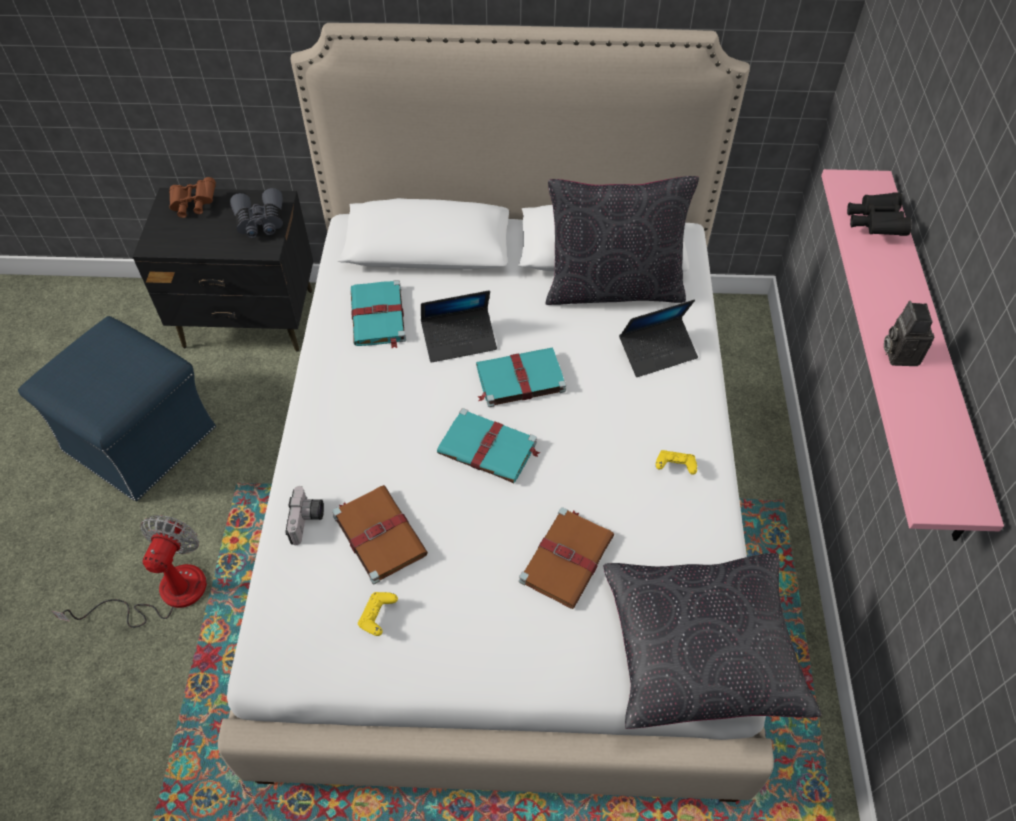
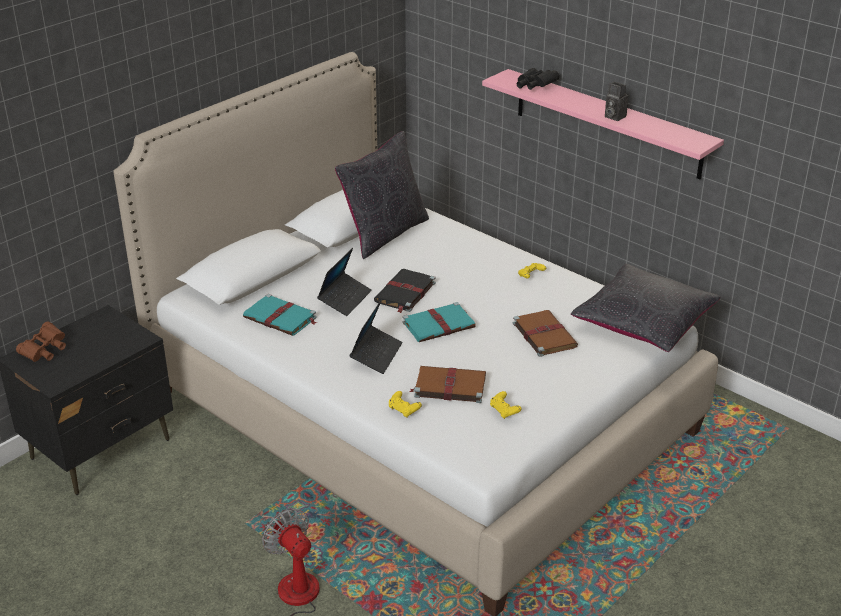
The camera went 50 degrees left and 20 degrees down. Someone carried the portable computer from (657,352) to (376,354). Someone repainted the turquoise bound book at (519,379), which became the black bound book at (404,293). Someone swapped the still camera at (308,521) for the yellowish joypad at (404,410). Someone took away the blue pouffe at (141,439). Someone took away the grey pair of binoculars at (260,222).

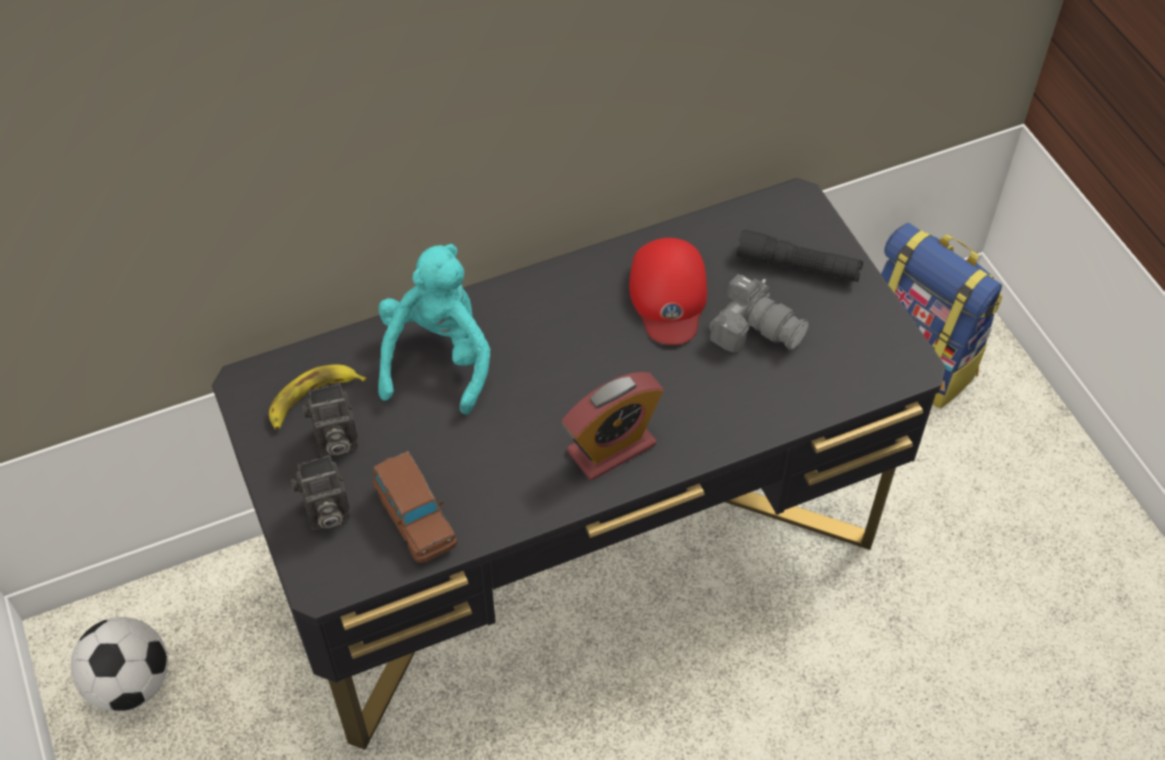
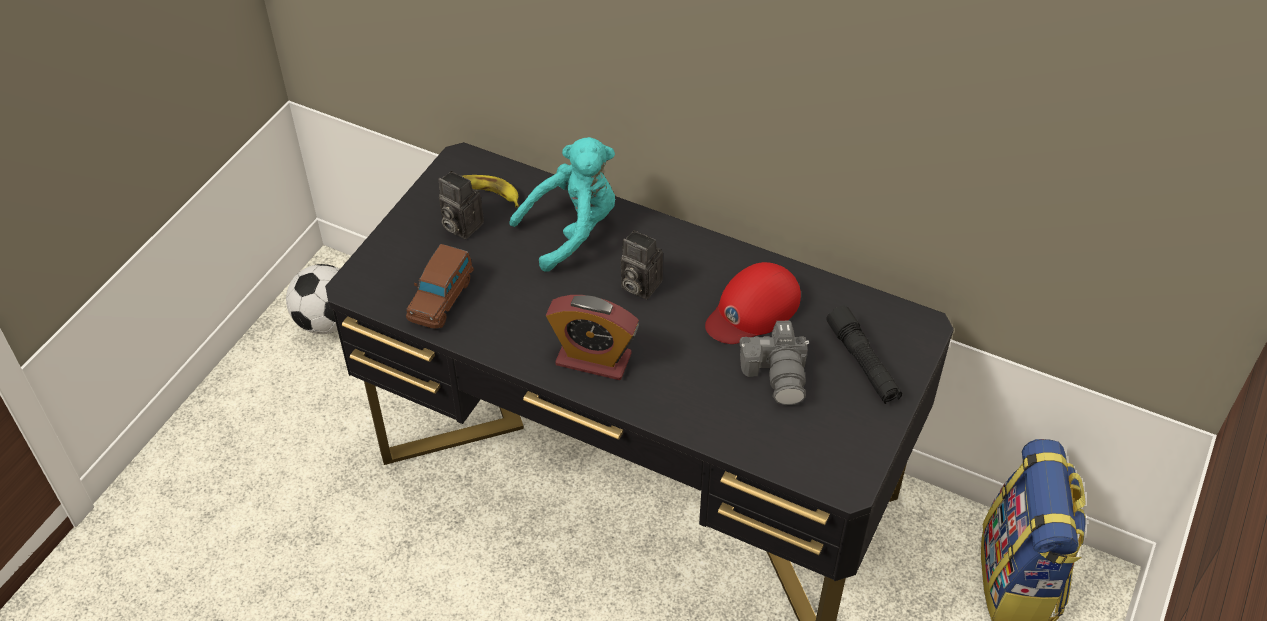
The camera went 50 degrees right and 5 degrees down. Someone carried the still camera from (325,513) to (638,285).

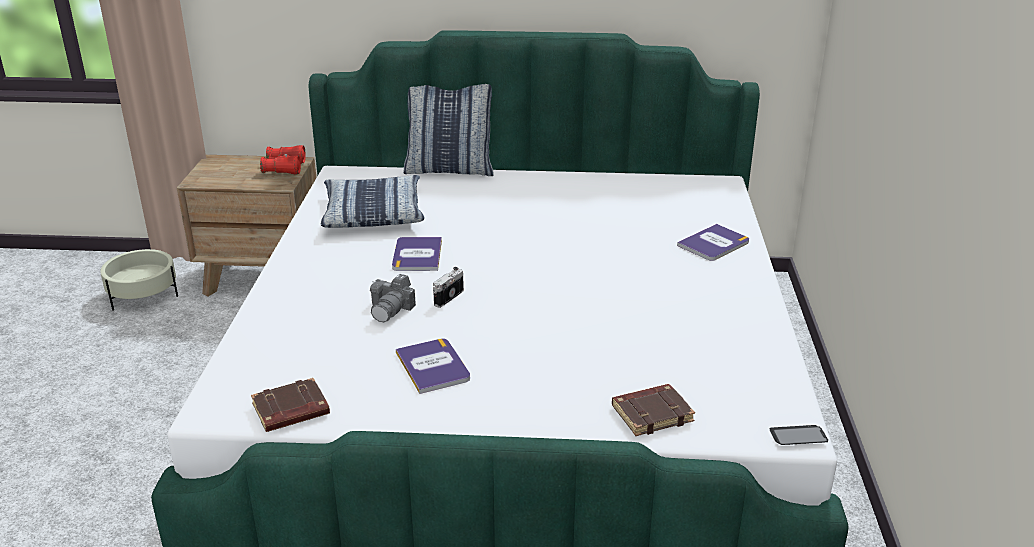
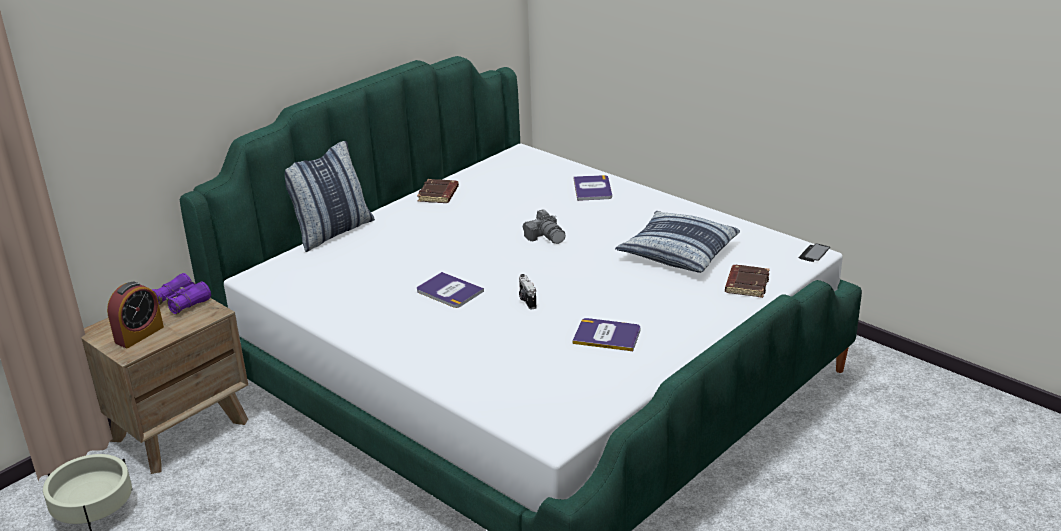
The camera went 50 degrees left and 0 degrees up. Someone put down the bedside clock at (139,334). Someone repainted the red pair of binoculars at (284,168), which became the purple pair of binoculars at (182,302). Someone carried the brown bound book from (290,411) to (439,195). Someone carried the still camera from (391,309) to (546,237). Someone carried the pillow from (373,213) to (677,252).

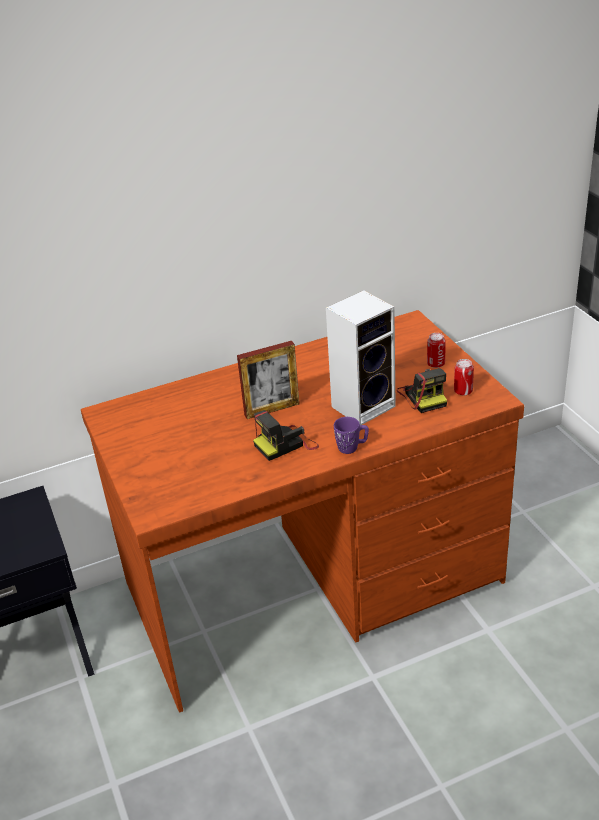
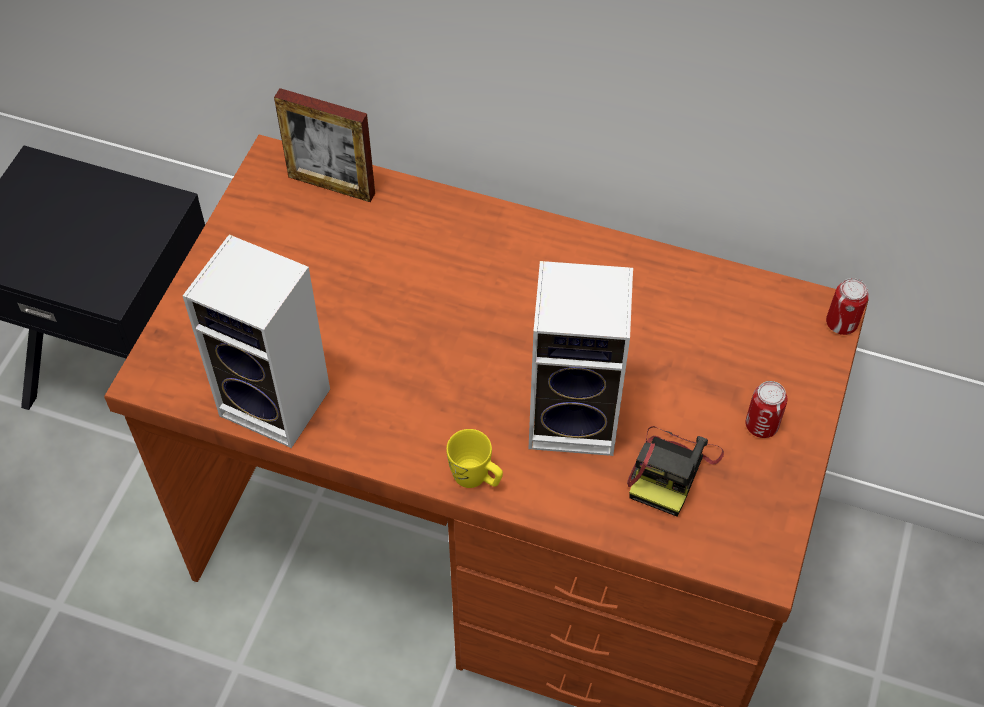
The camera went 40 degrees right and 20 degrees up. Someone put down the speaker at (279,402). Someone carried the picture frame from (272,409) to (331,185). Someone repainted the purple coffee mug at (352,447), which became the yellowish coffee mug at (476,478). Someone carried the metal can from (463,391) to (841,323). Someone took away the still camera at (286,444).

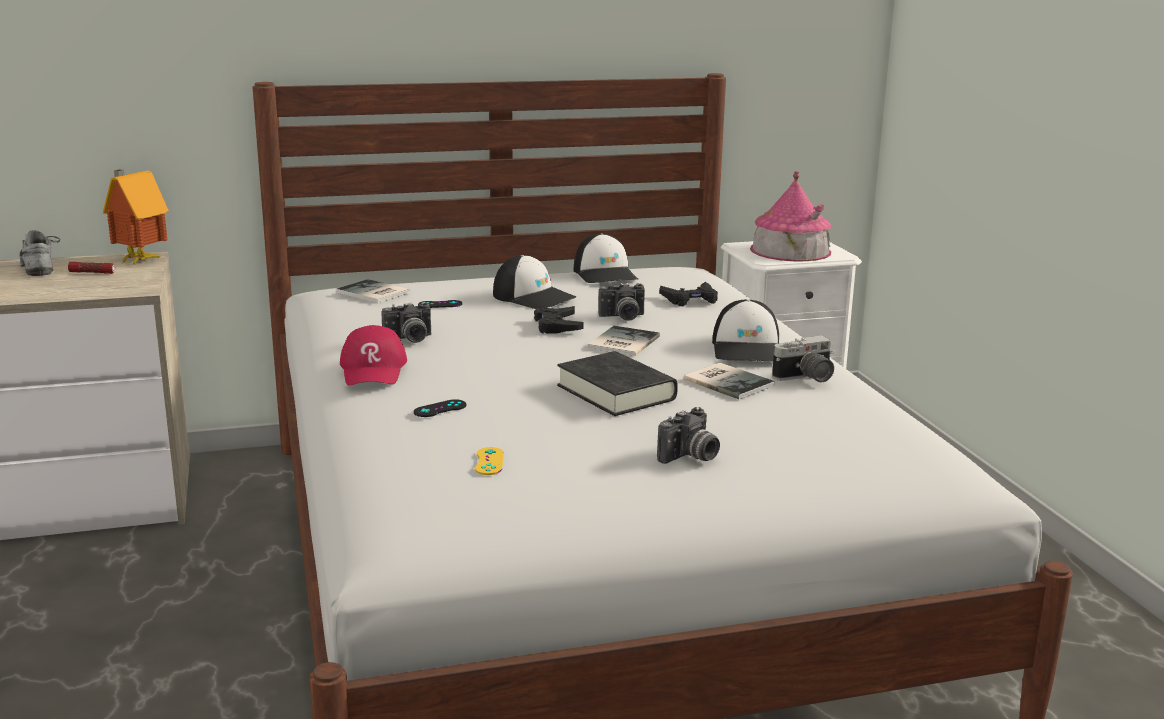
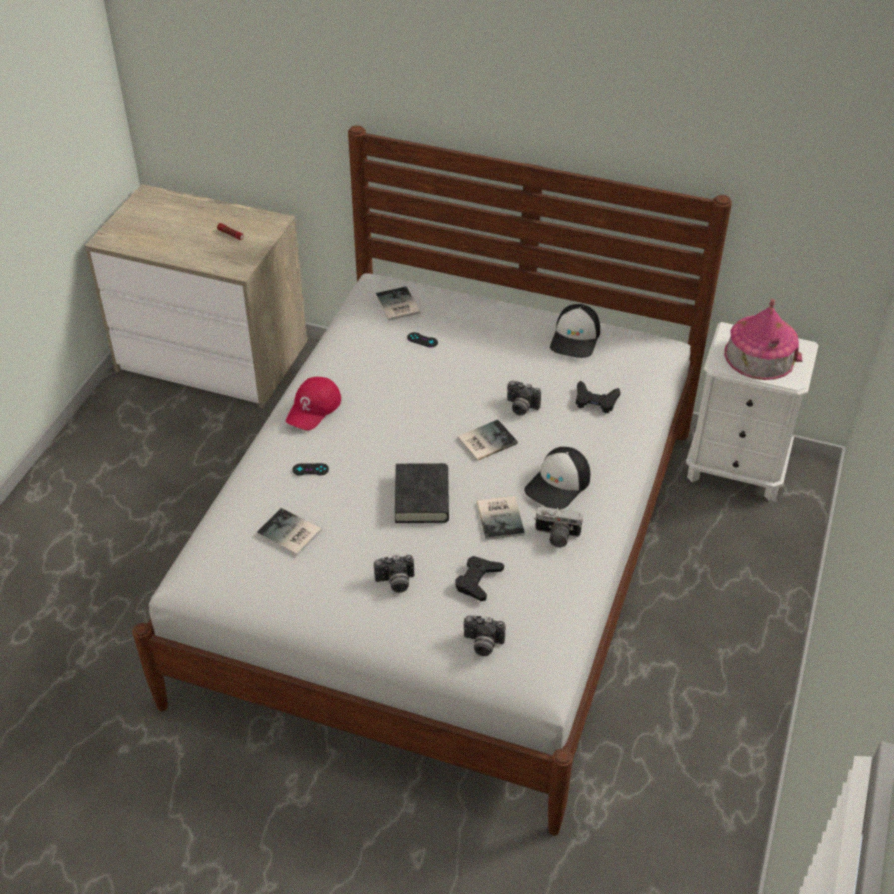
The camera went 35 degrees right and 25 degrees up. Someone swapped the yellowish joypad at (489,461) for the bound book at (289,534). Someone carried the black joypad from (557,326) to (478,581). Someone carried the still camera from (409,339) to (482,644). Someone took away the grey shoe at (41,267). Someone took away the miniature house at (139,260). Someone took away the baseball cap at (534,297).

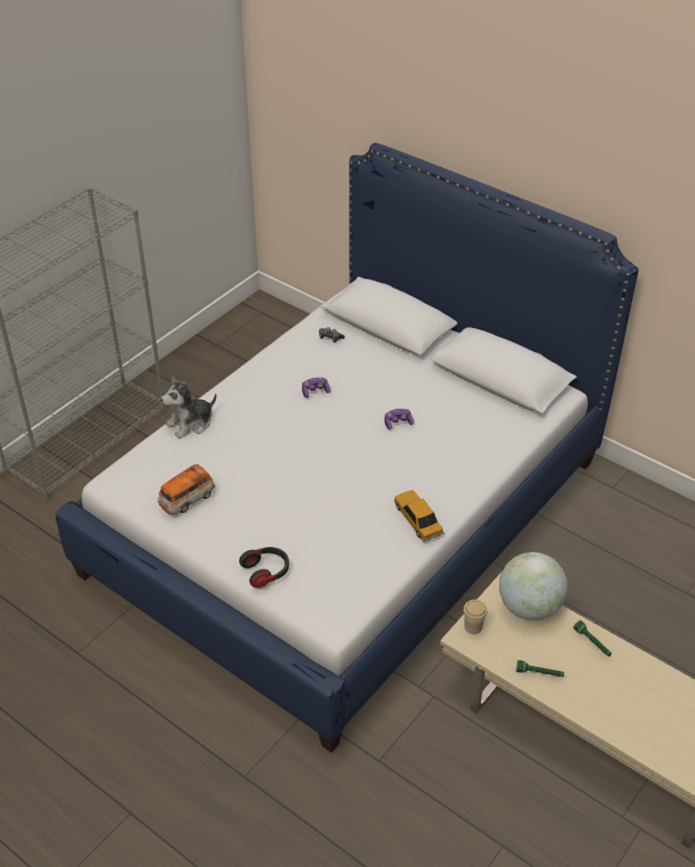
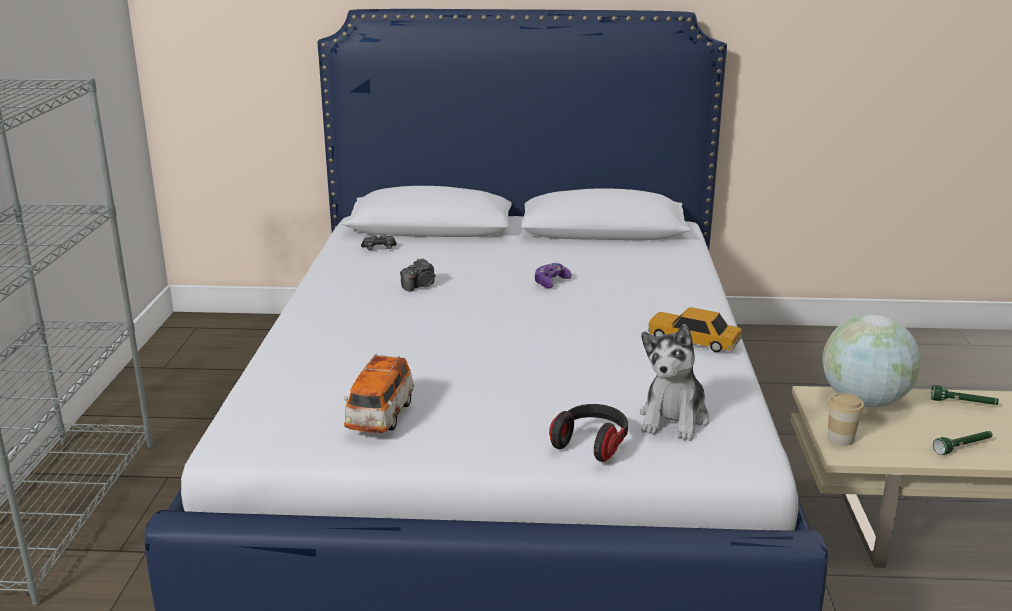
The camera went 35 degrees left and 20 degrees down. Someone swapped the joypad at (315,391) for the still camera at (420,286). Someone carried the soft toy from (190,423) to (674,419).

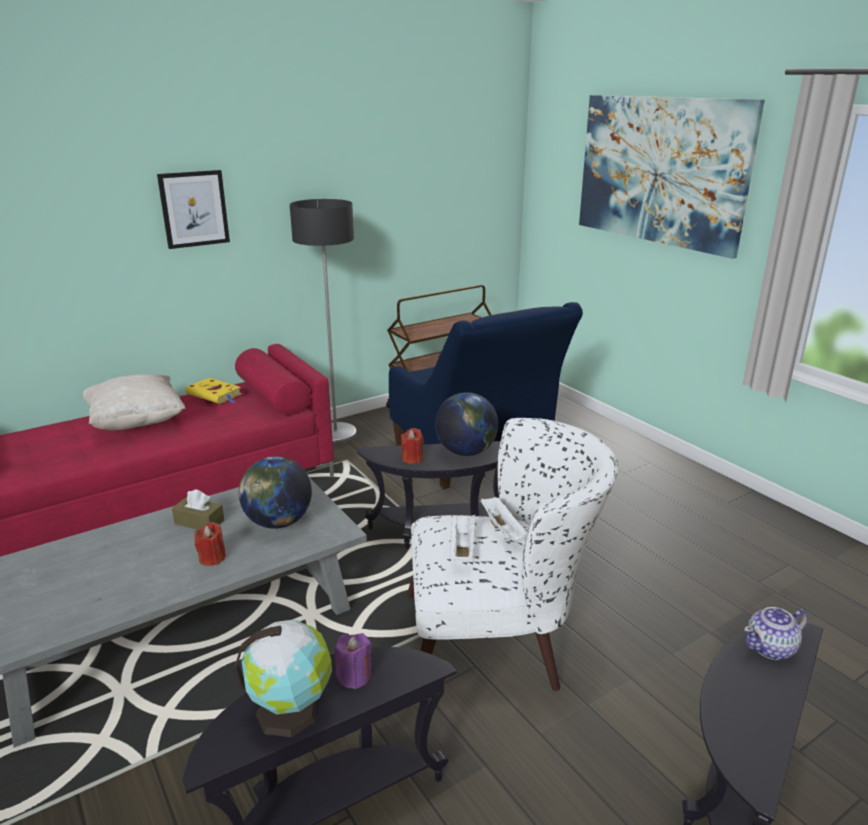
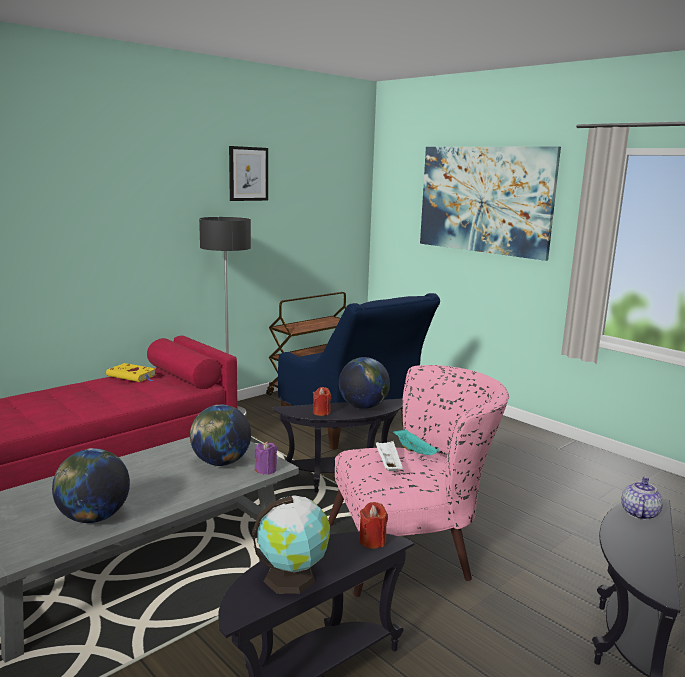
The camera went 10 degrees left and 10 degrees down. Someone put down the globe at (94,518). Someone carried the wall art from (194,209) to (248,174). Someone carried the purple wax light from (354,676) to (266,470). Someone repainted the white-coloured lounge chair at (499,640), which became the pink-coloured lounge chair at (412,550). Someone carried the red wax light from (212,558) to (372,541). Someone repainted the white-coloured serving tray at (503,529), which became the turquoise serving tray at (415,452). Someone rotated the teapot at (771,648) by 150 degrees clockwise. Someone took away the beige pillow at (137,423). Someone took away the brown tissue box at (199,522).

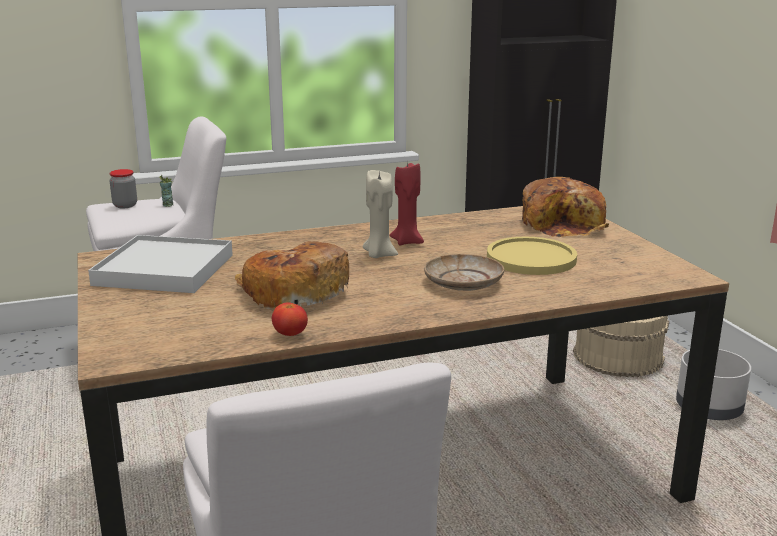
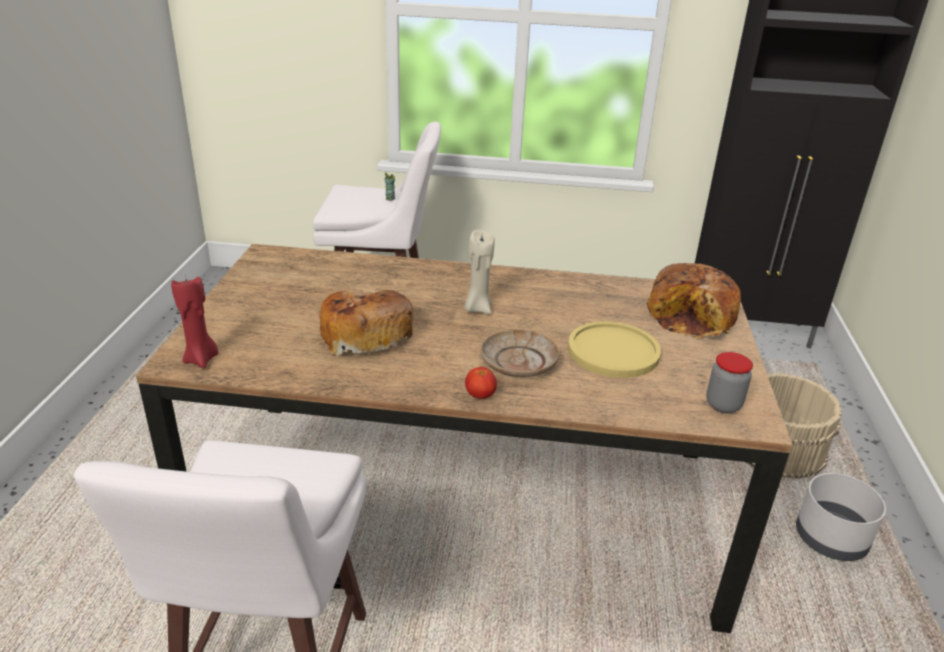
The camera went 25 degrees right and 10 degrees up. Someone carried the red wax light from (407,241) to (201,359). Someone carried the fresh tomato from (290,334) to (480,395). Someone carried the storage jar from (125,205) to (723,405). Someone took away the white-coloured serving tray at (165,270).

